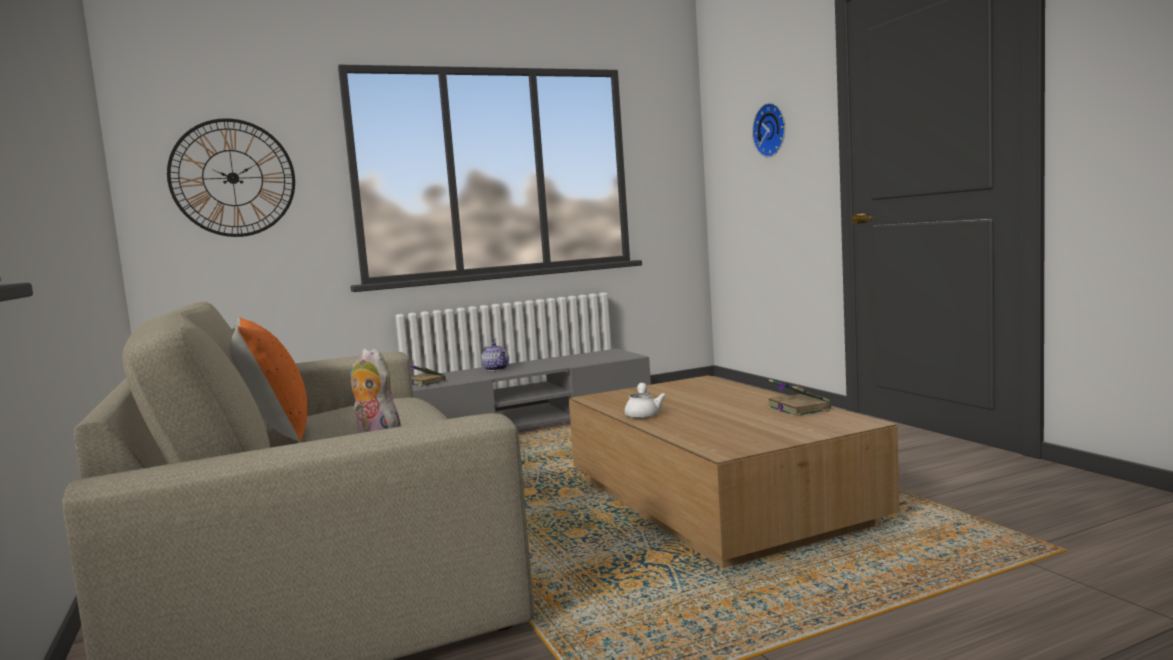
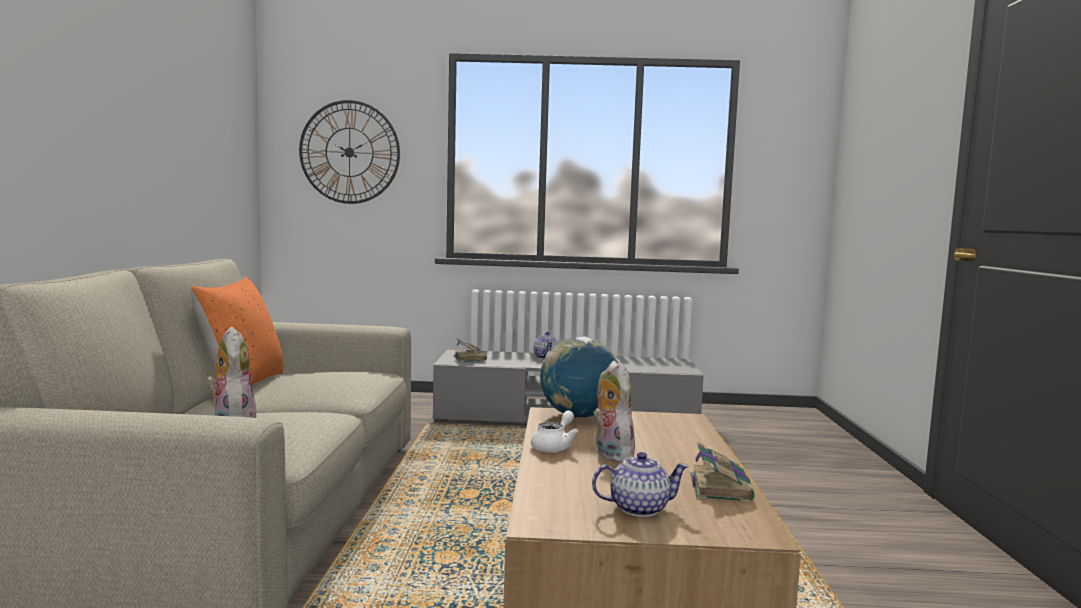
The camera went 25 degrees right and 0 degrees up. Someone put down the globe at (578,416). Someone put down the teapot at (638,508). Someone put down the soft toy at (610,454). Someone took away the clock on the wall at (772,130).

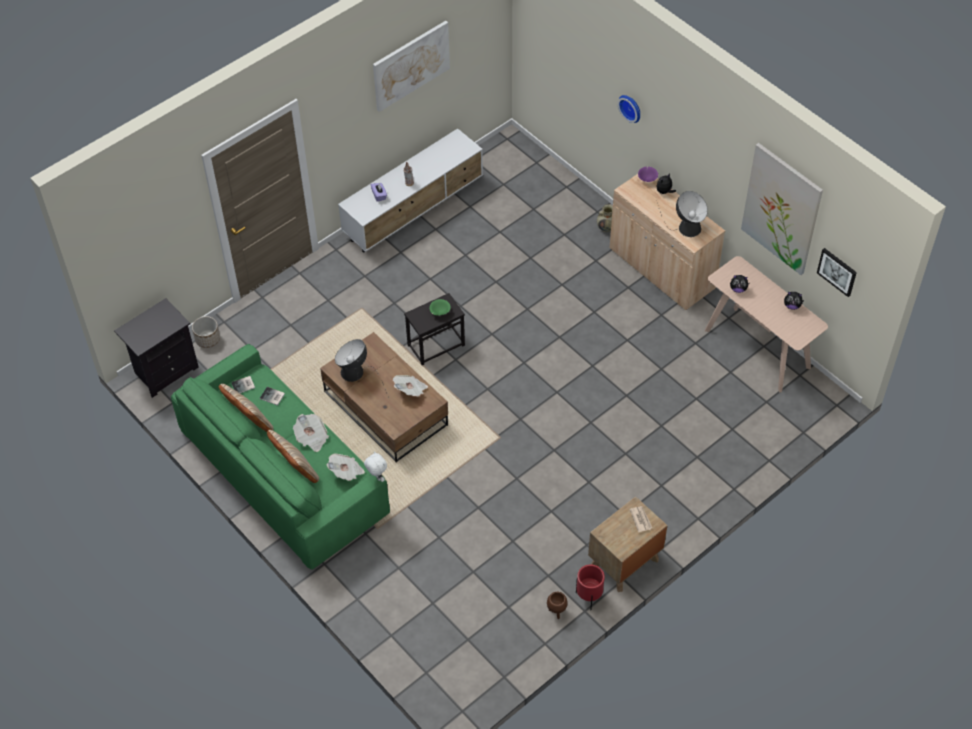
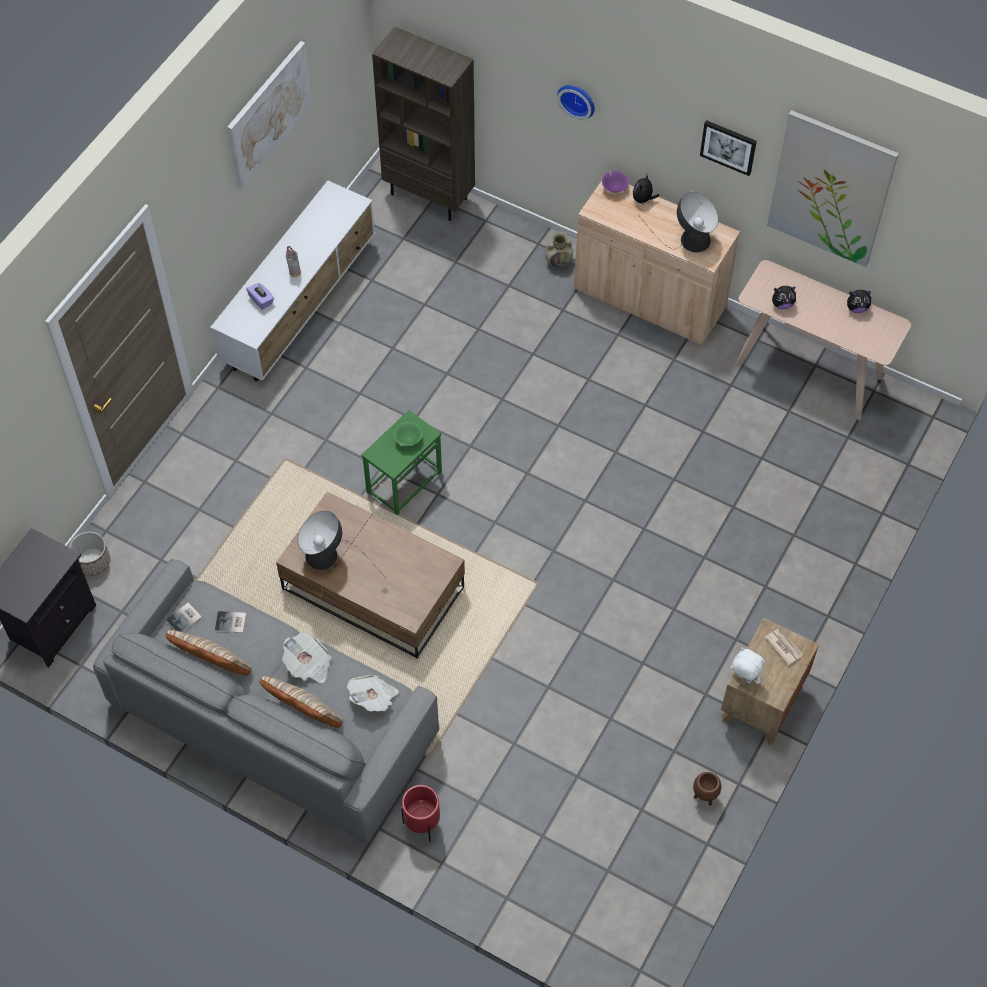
The camera went 20 degrees left and 5 degrees up. Someone repainted the green-coloured settee at (283,473), which became the grey settee at (272,719). Someone repainted the black end table at (436,344), which became the green-coloured end table at (403,481). Someone put down the brown shelving unit at (430,196). Someone carried the red flower pot from (588,597) to (422,824). Someone carried the wall art from (837,271) to (728,146). Someone carried the white-coloured soft toy from (376,477) to (743,679). Someone took away the daily paper at (411,390).

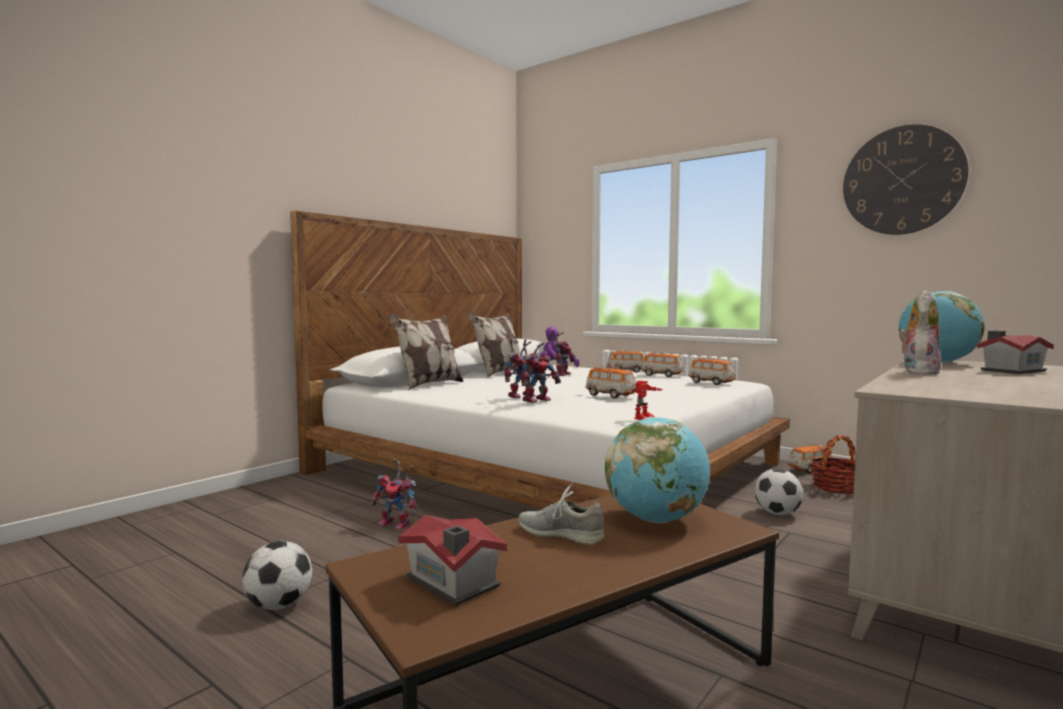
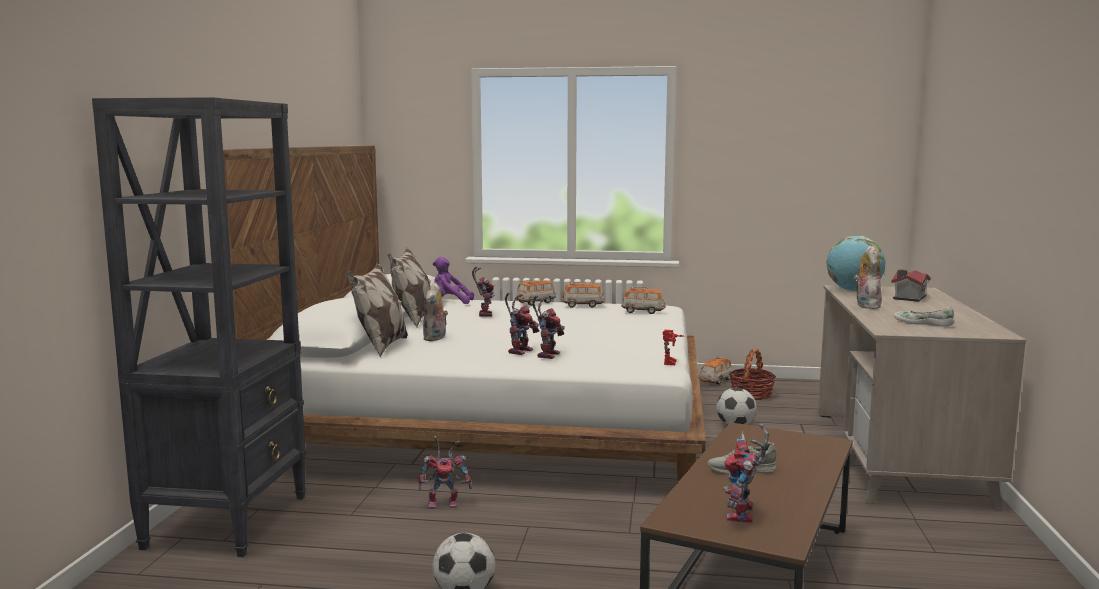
The camera went 30 degrees left and 5 degrees up. Someone put down the black shelving unit at (228,521). Someone put down the soft toy at (435,338). Someone swapped the miniature house at (451,584) for the robot figure at (743,515). Someone put down the white-coloured shoe at (923,323). Someone took away the miniature car at (611,395). Someone took away the globe at (656,519). Someone took away the clock on the wall at (902,180).

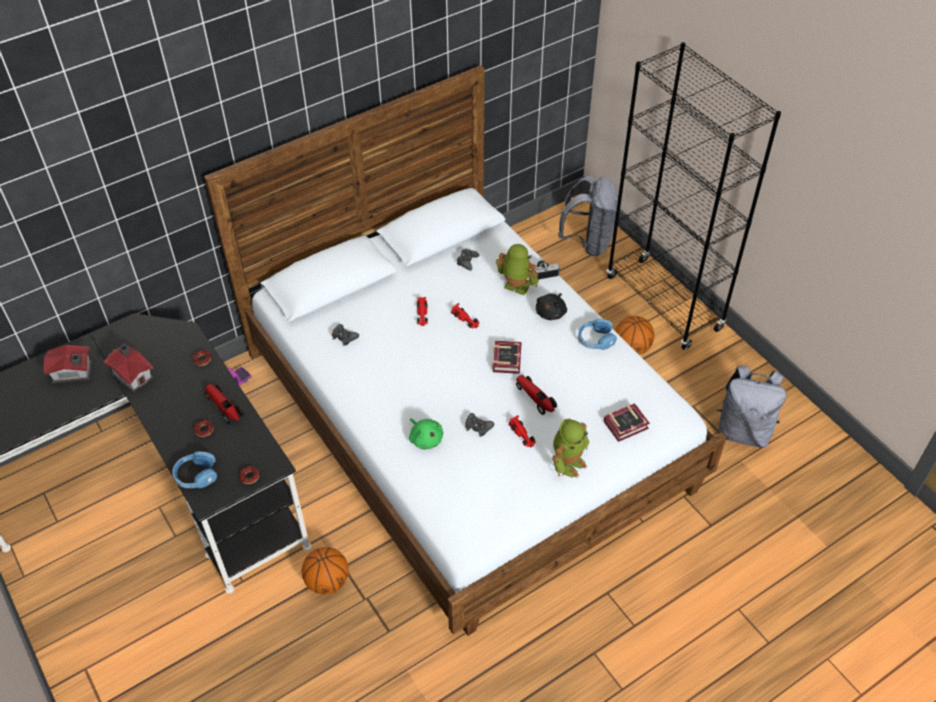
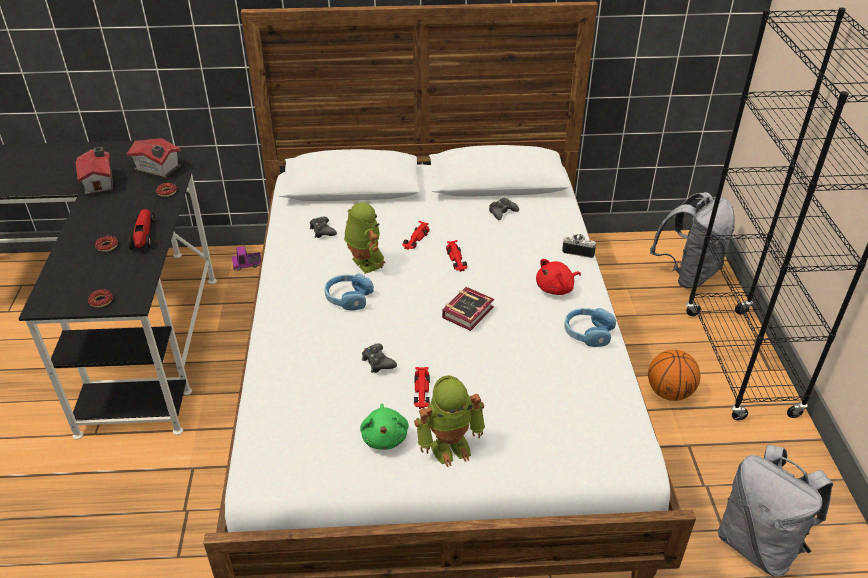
The camera went 30 degrees right and 10 degrees down. Someone carried the miniature house from (73,373) to (158,169). Someone carried the blue pair of headphones from (196,475) to (348,298). Someone carried the robot figure from (515,287) to (364,263). Someone carried the green-coloured soft toy from (425,438) to (385,436). Someone repainted the black soft toy at (551,312), which became the red soft toy at (556,288). Someone took away the ball for basketball at (327,582). Someone took away the miniature car at (535,398). Someone took away the bound book at (628,425).

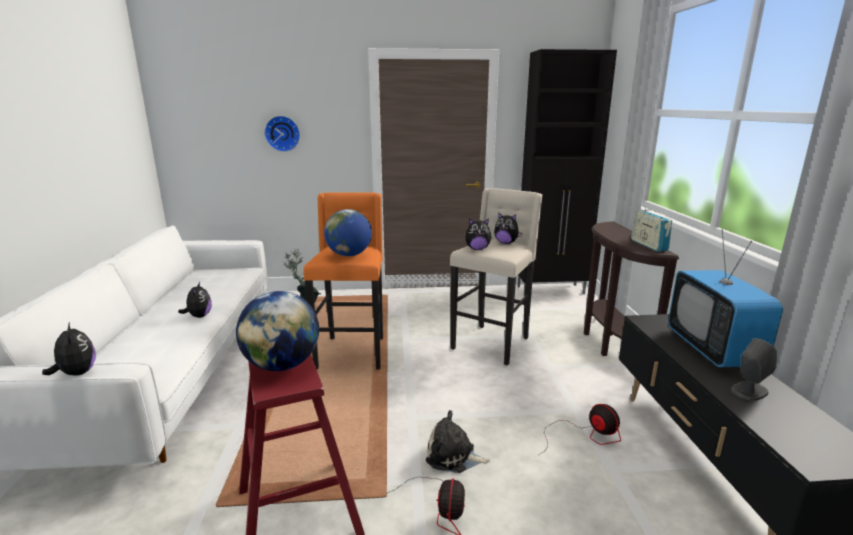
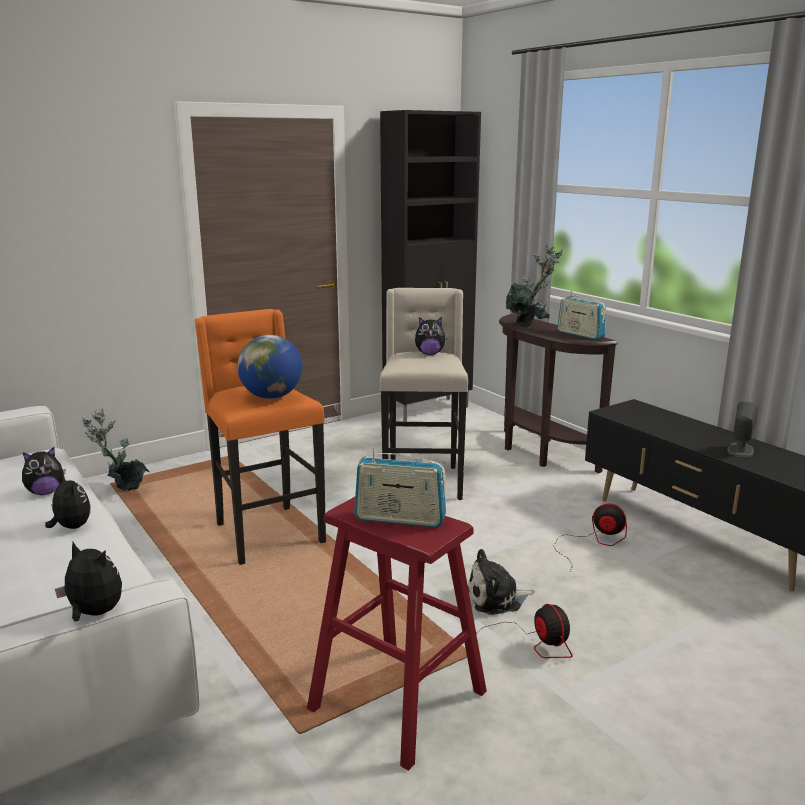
The camera went 30 degrees left and 0 degrees up. Someone carried the soft toy from (477,249) to (45,492). Someone swapped the globe at (282,365) for the radio receiver at (400,519). Someone put down the houseplant at (530,325). Someone took away the clock on the wall at (282,133). Someone took away the TV at (712,349).

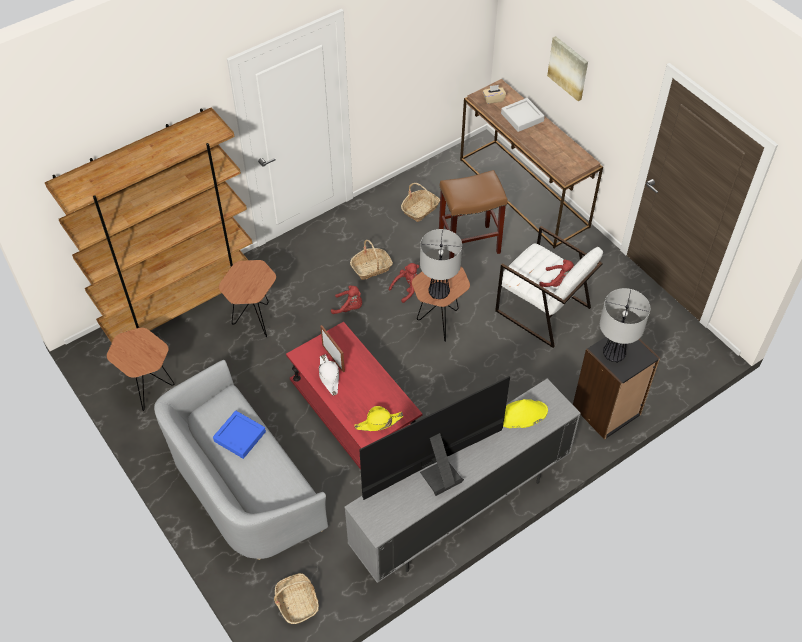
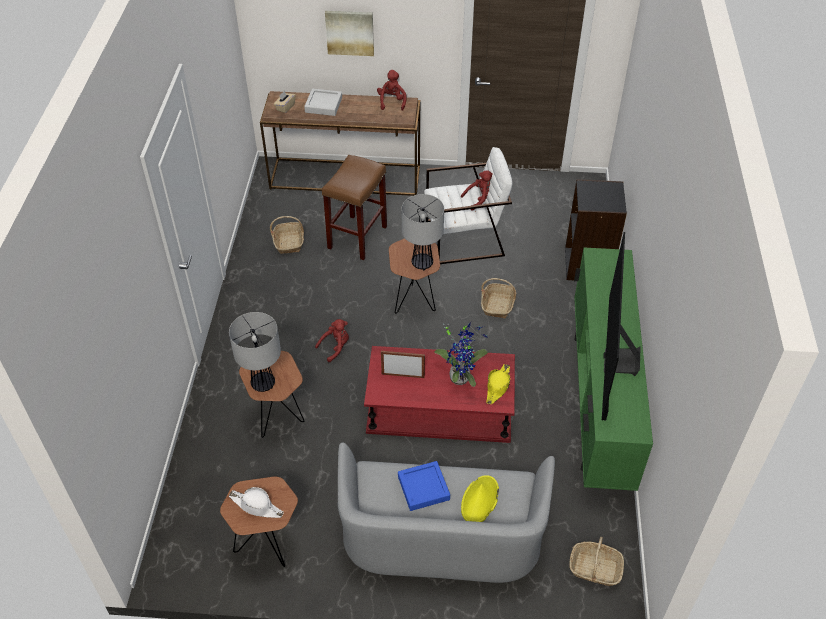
The camera went 50 degrees left and 5 degrees down. Someone carried the table lamp from (614,354) to (263,384). Someone carried the white-coloured wearable hat from (329,377) to (257,506). Someone carried the red soft toy from (407,288) to (392,102). Someone put down the houseplant at (461,376). Someone carried the yellowish wearable hat from (522,415) to (480,500). Someone carried the storage basket from (371,268) to (498,305). Someone repainted the grey tv stand at (460,510), which became the green-coloured tv stand at (599,403). Someone took away the brown shelving unit at (181,307).

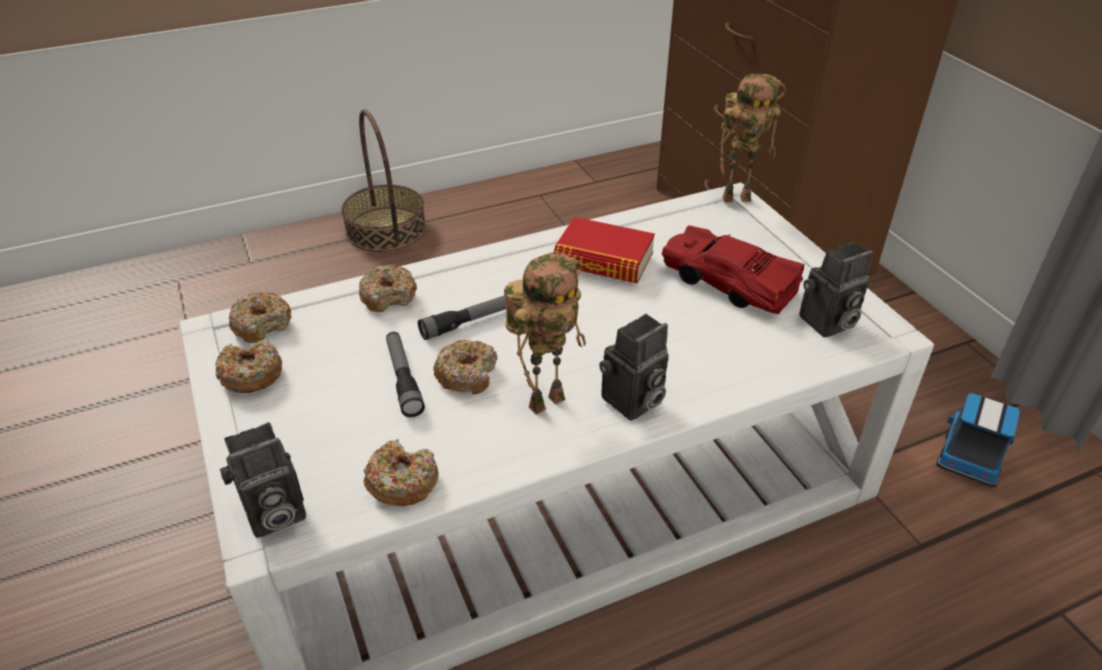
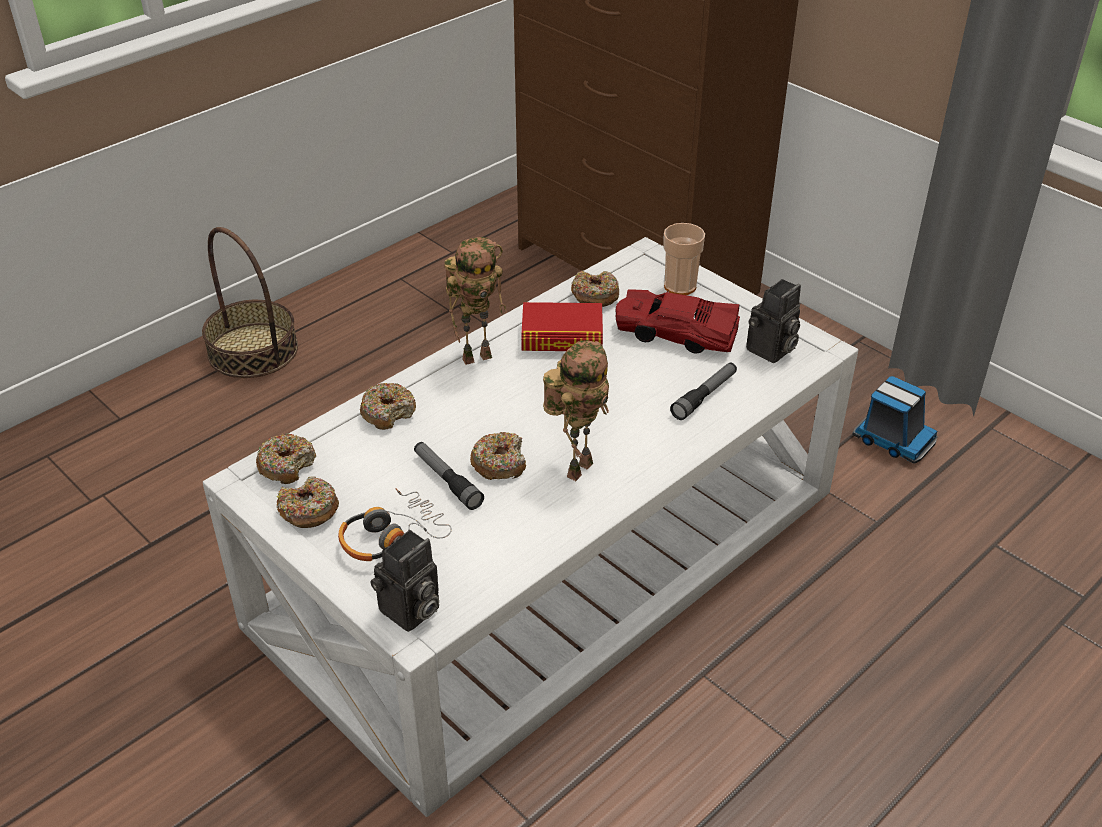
The camera went 20 degrees left and 0 degrees up. Someone put down the pair of headphones at (391,536). Someone carried the robot figure from (737,197) to (478,356). Someone carried the donut from (402,482) to (595,295). Someone put down the small cup at (680,286). Someone carried the flashlight from (470,322) to (704,396). Someone rotated the toy truck at (970,455) by 120 degrees clockwise. Someone took away the still camera at (632,402).

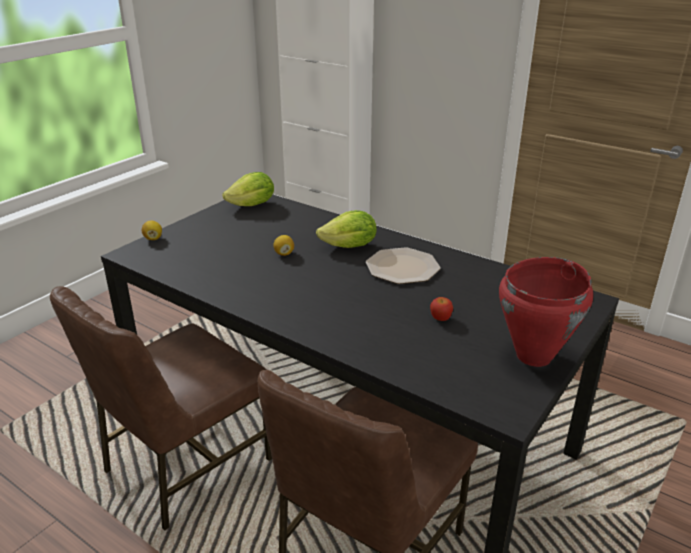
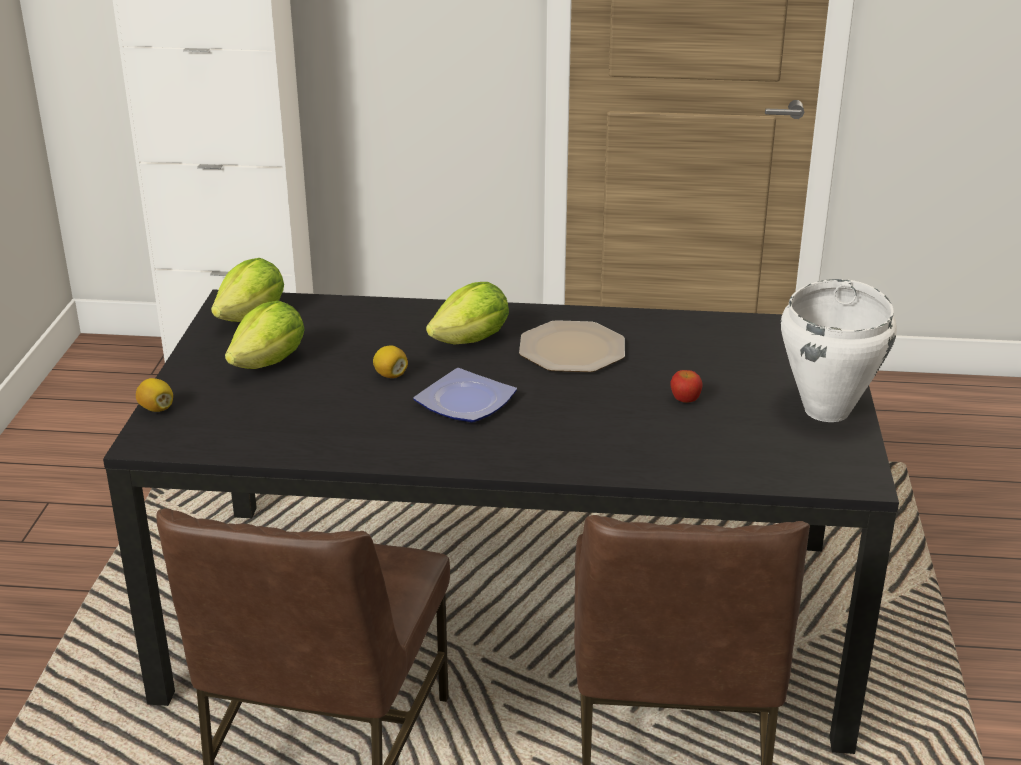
The camera went 30 degrees left and 0 degrees up. Someone put down the head of lettuce at (270,362). Someone put down the dinner plate at (467,402). Someone repainted the red cooking pot at (534,356), which became the white-coloured cooking pot at (827,410).

